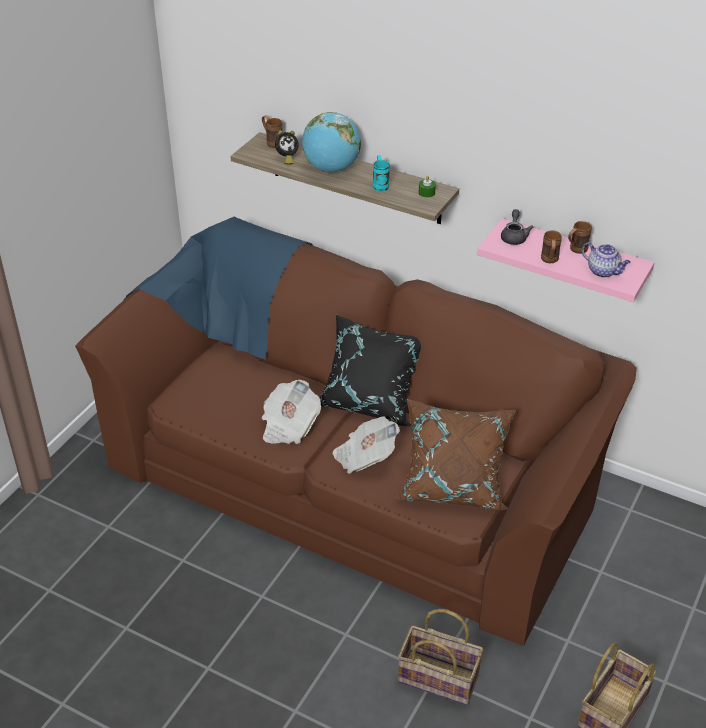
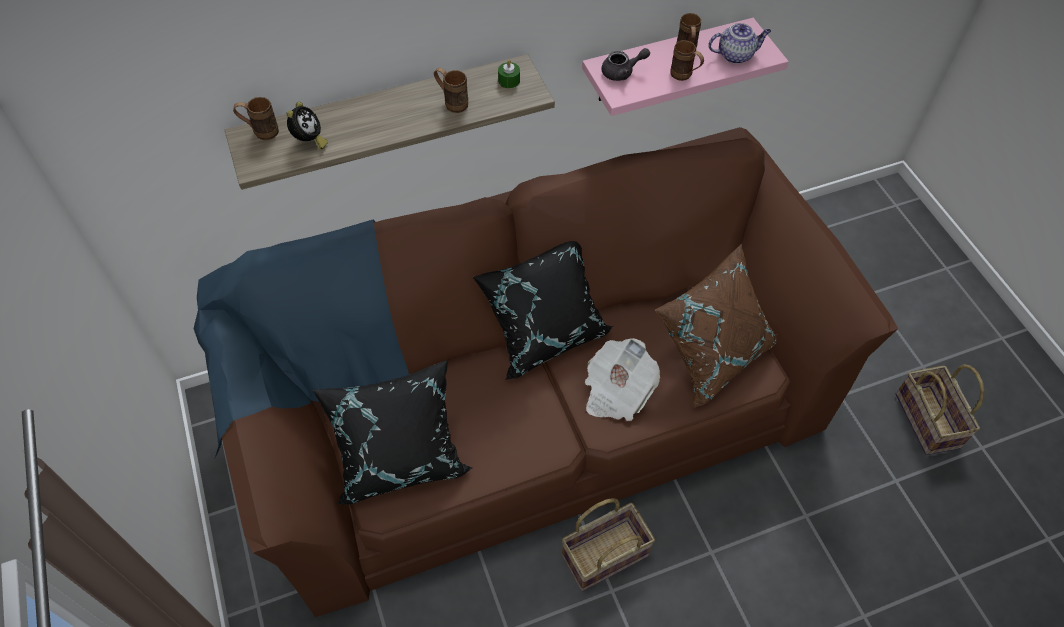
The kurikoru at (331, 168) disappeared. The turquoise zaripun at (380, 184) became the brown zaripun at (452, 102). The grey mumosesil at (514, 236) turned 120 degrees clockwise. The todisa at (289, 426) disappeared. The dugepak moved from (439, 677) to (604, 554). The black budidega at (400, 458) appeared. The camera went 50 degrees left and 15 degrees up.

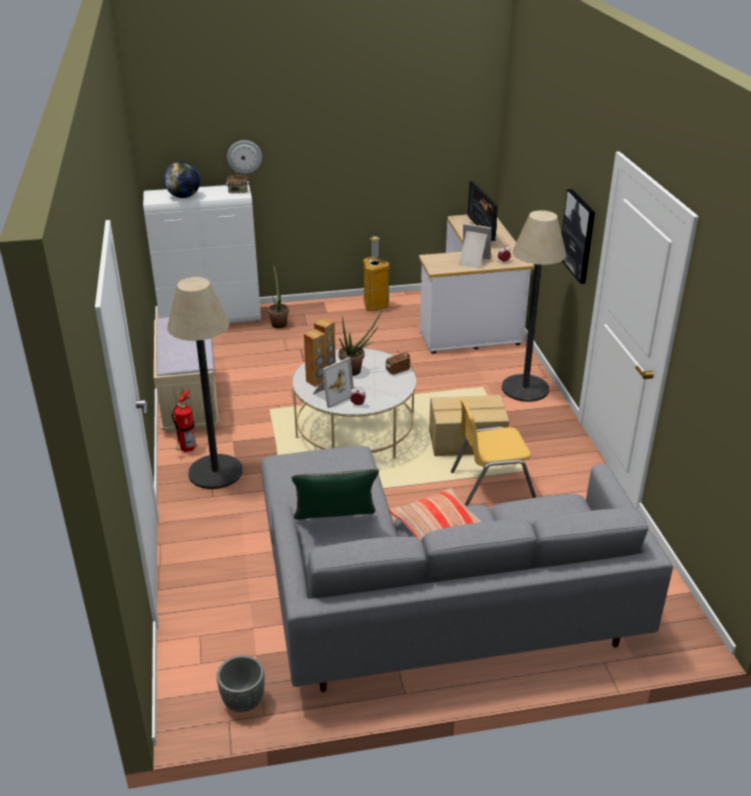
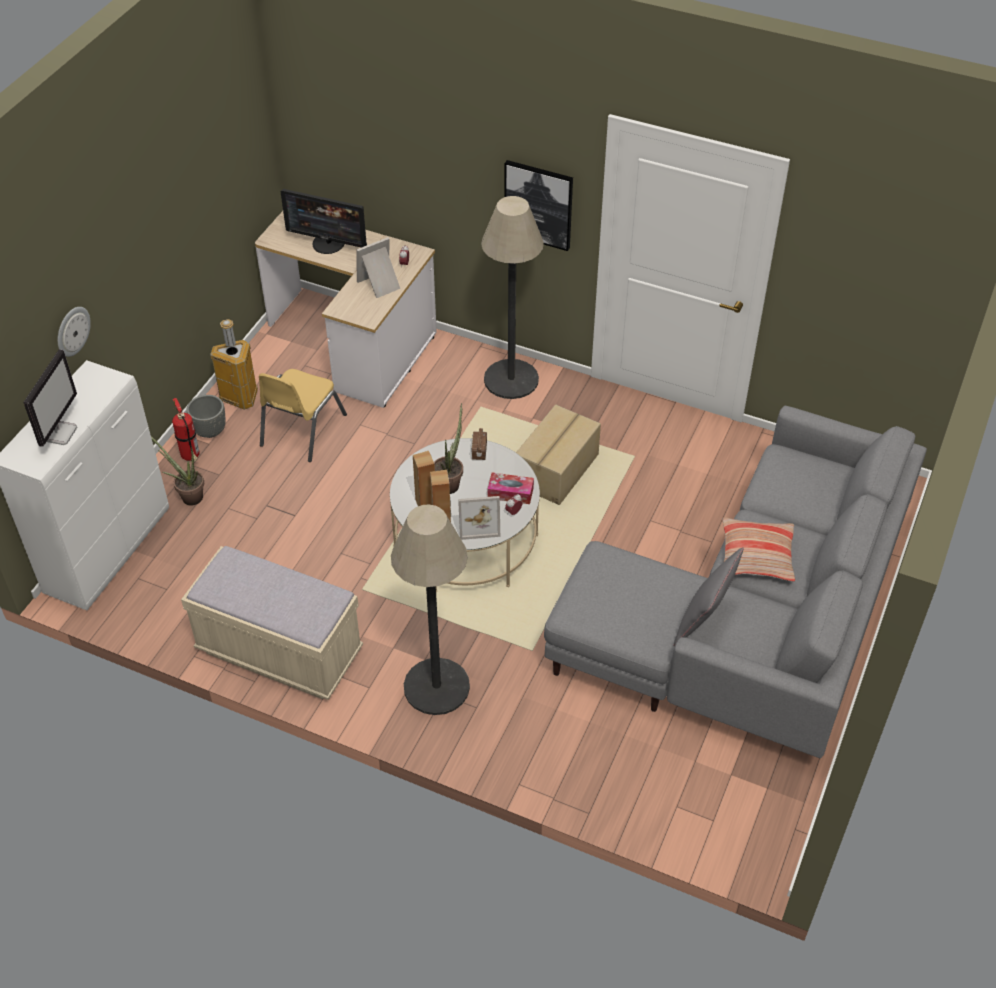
The kurikoru at (184, 196) was replaced by the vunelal at (59, 432). The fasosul at (238, 192) disappeared. The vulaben at (331, 395) turned 90 degrees clockwise. The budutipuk moved from (186, 450) to (191, 457). The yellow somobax moved from (491, 483) to (302, 430). The green budidega at (336, 525) became the grey budidega at (703, 622). The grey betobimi moved from (243, 702) to (210, 431). The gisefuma at (510, 493) appeared. The camera went 55 degrees left and 15 degrees up.

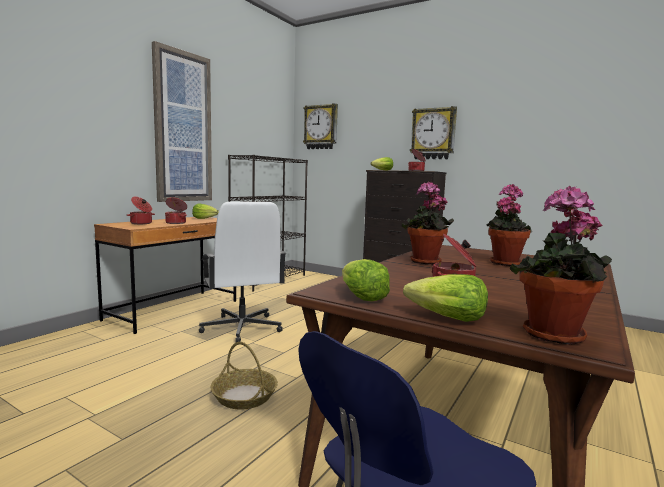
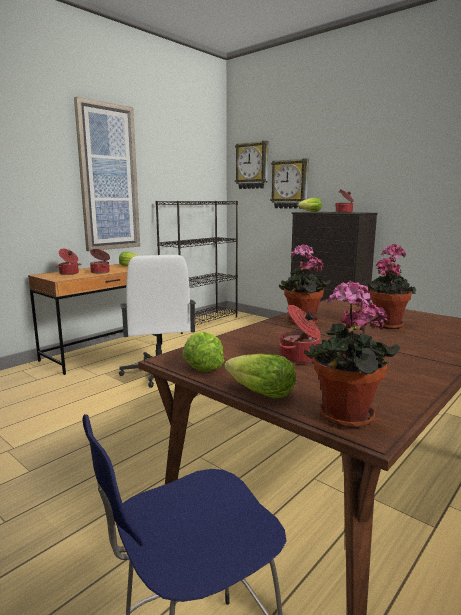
The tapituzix moved from (433, 134) to (290, 184). The dugepak at (244, 396) disappeared. The camera went 10 degrees right and 5 degrees up.

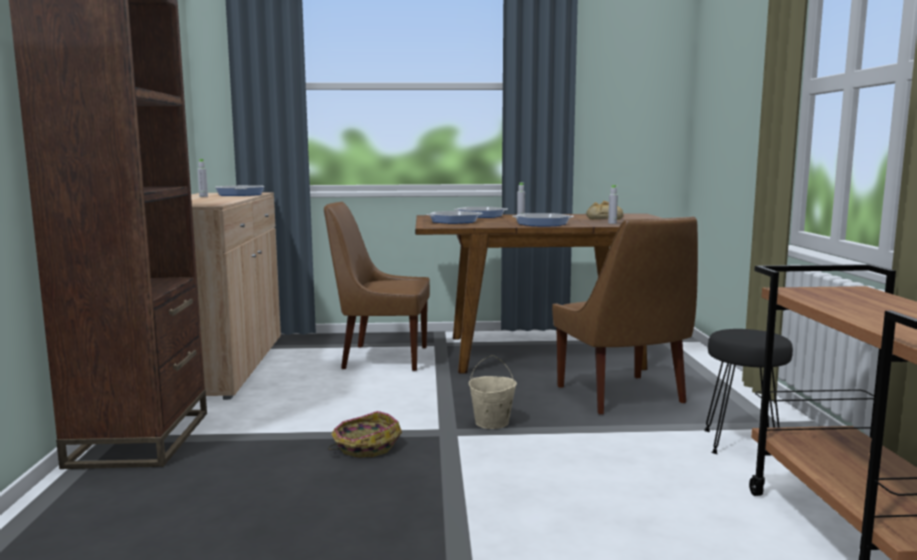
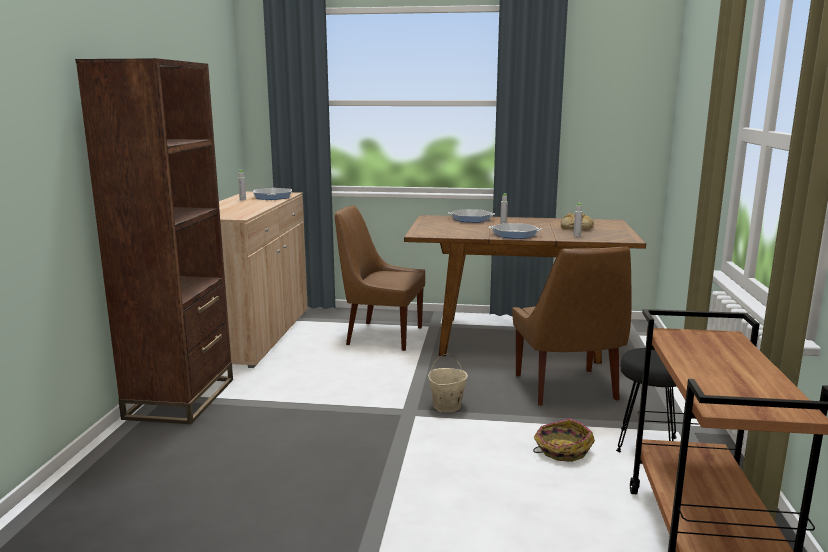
The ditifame at (454, 221) disappeared. The dugepak moved from (365, 447) to (561, 450). The camera went 10 degrees right and 5 degrees up.

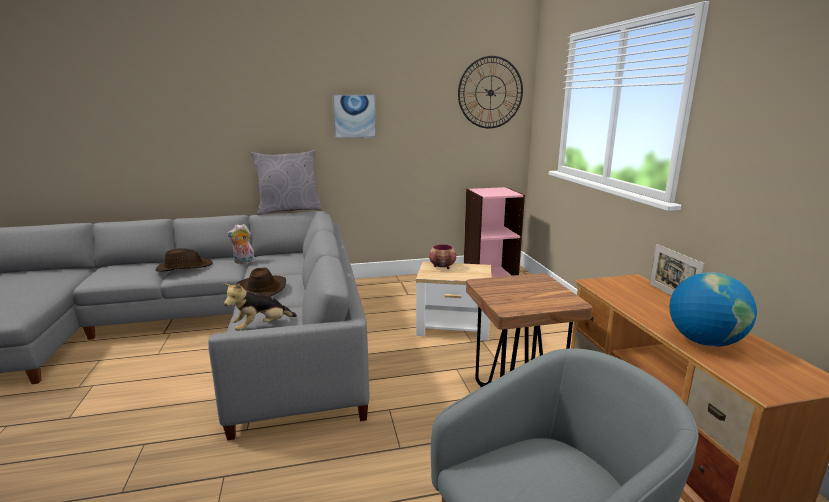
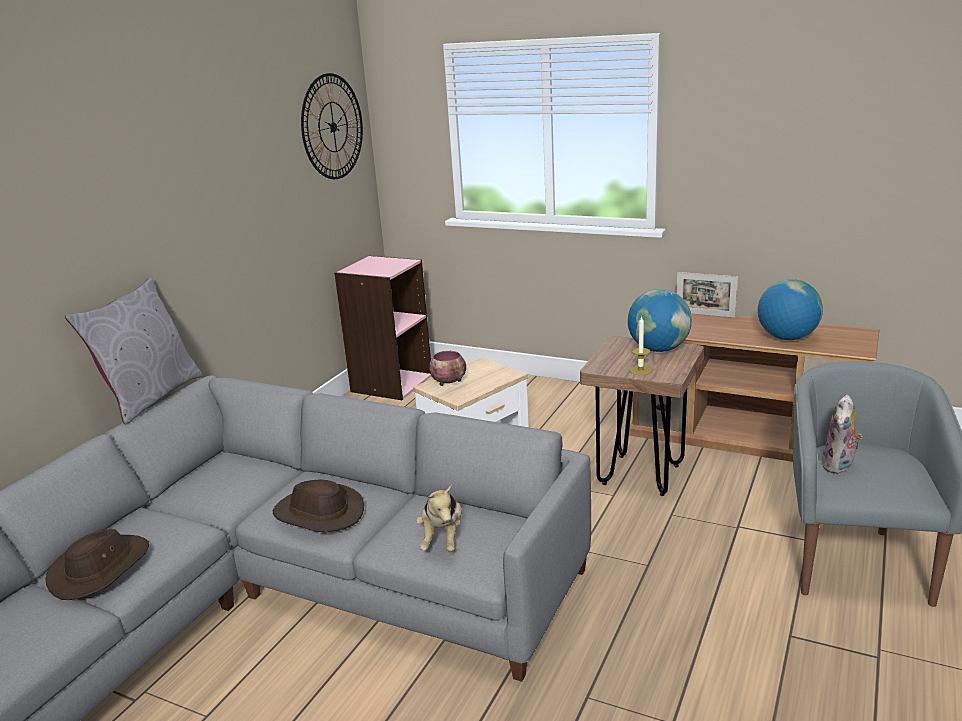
The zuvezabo at (354, 116) disappeared. The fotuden moved from (243, 262) to (839, 466). The kurikoru at (658, 349) appeared. The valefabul at (640, 370) appeared. The camera went 50 degrees left and 5 degrees up.

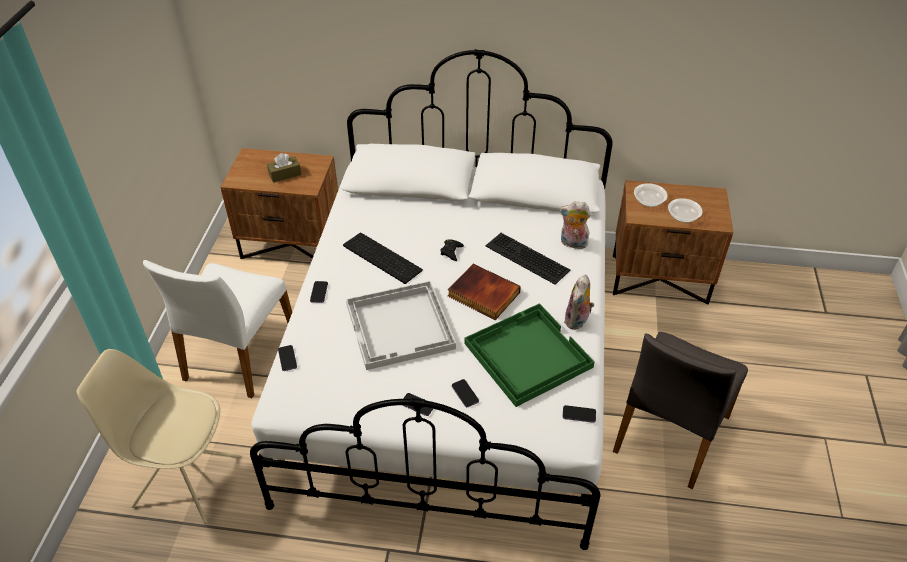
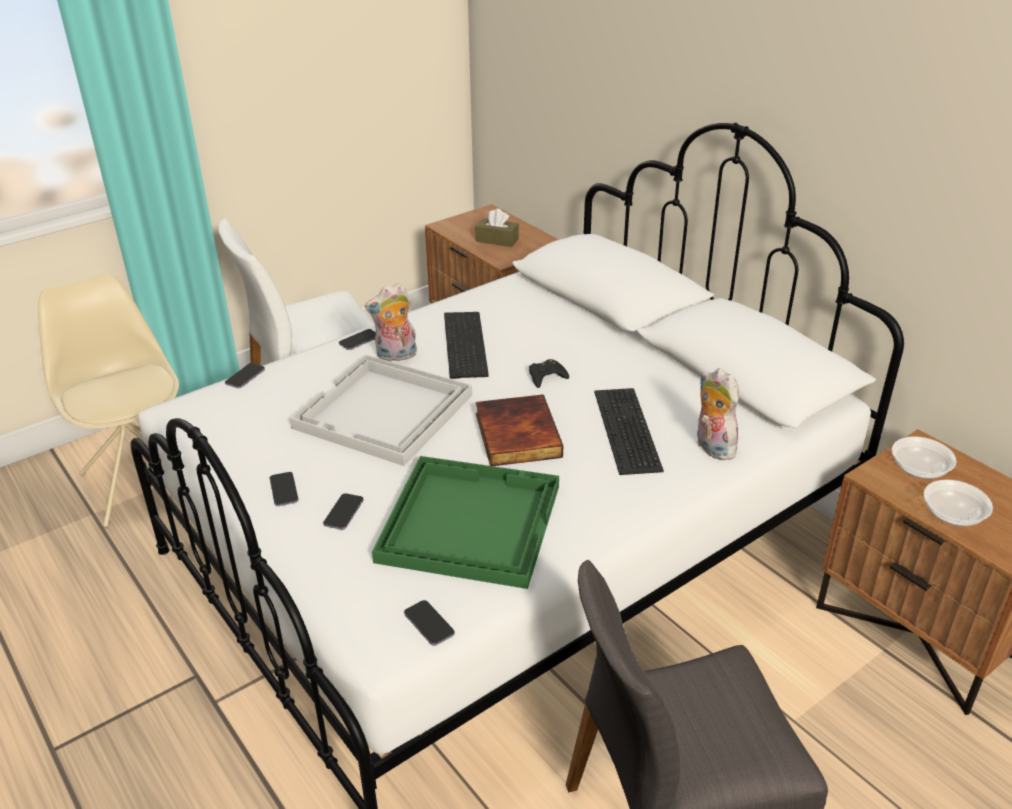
The fotuden moved from (577, 321) to (396, 356). The camera went 45 degrees right and 10 degrees down.

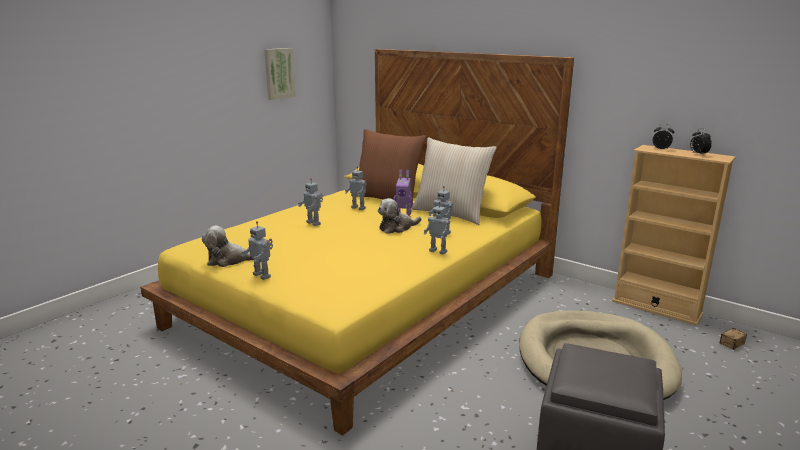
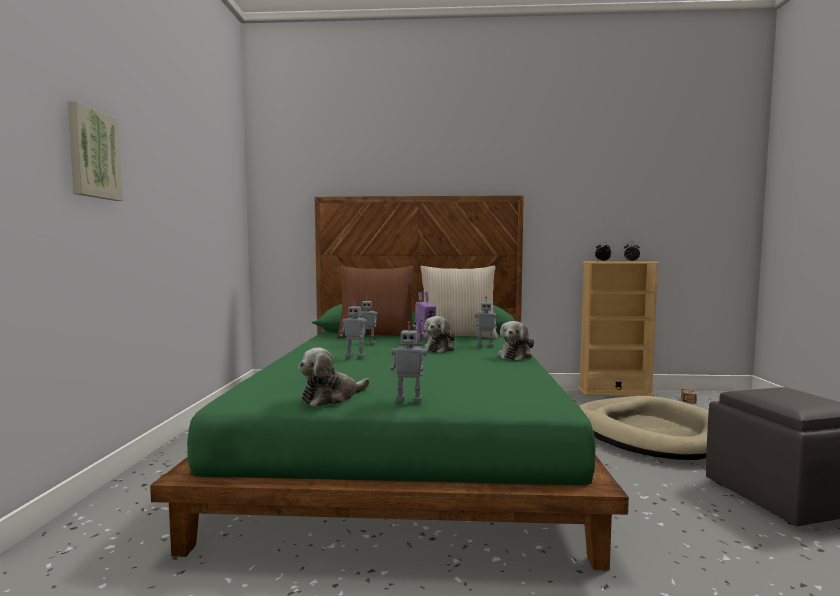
The zuvezabo moved from (279, 73) to (92, 154). The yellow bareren at (370, 299) became the green bareren at (409, 441). The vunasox at (438, 251) was replaced by the fotuden at (515, 356). The camera went 35 degrees left and 15 degrees down.

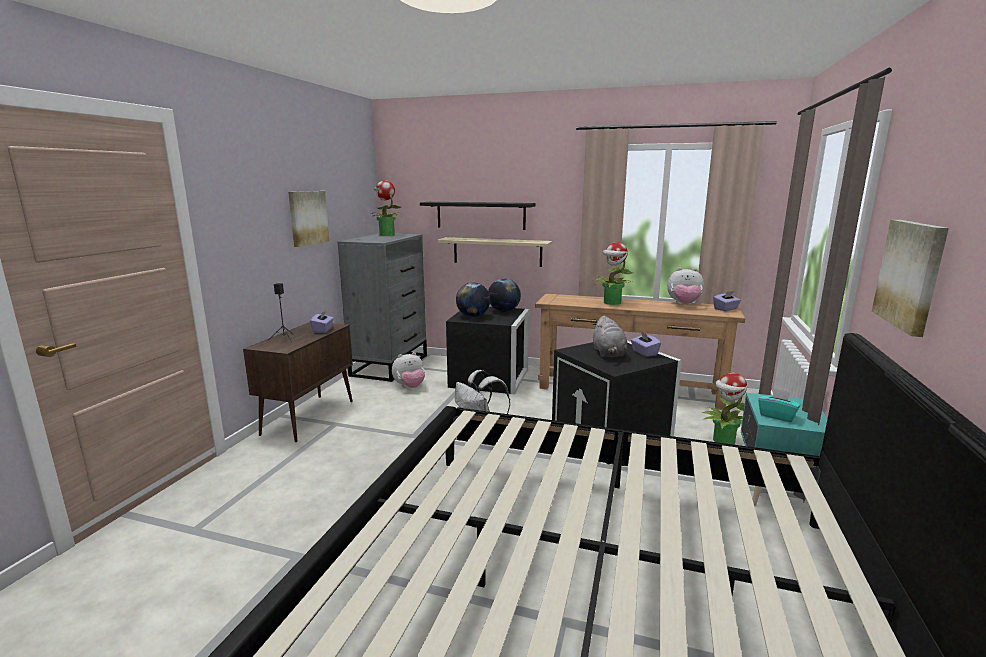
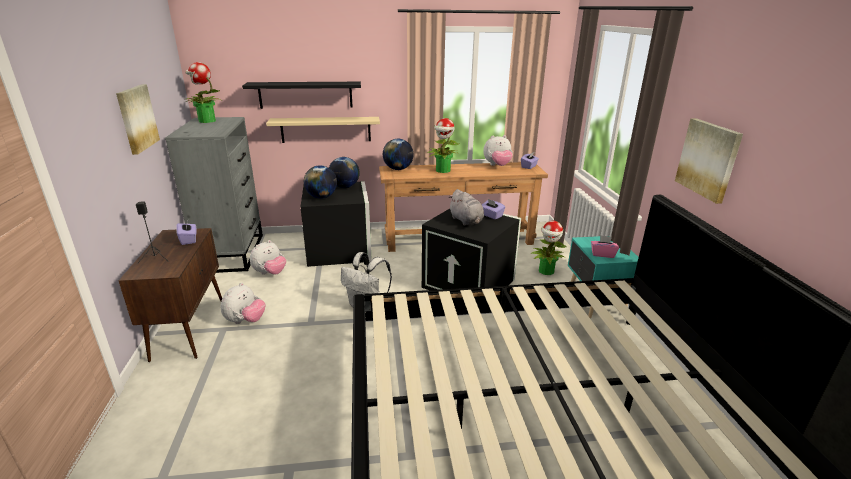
The turquoise gisefuma at (777, 416) became the pink gisefuma at (602, 254). The kurikoru at (398, 169) appeared. The fotuden at (245, 321) appeared. The camera went 25 degrees left and 10 degrees up.

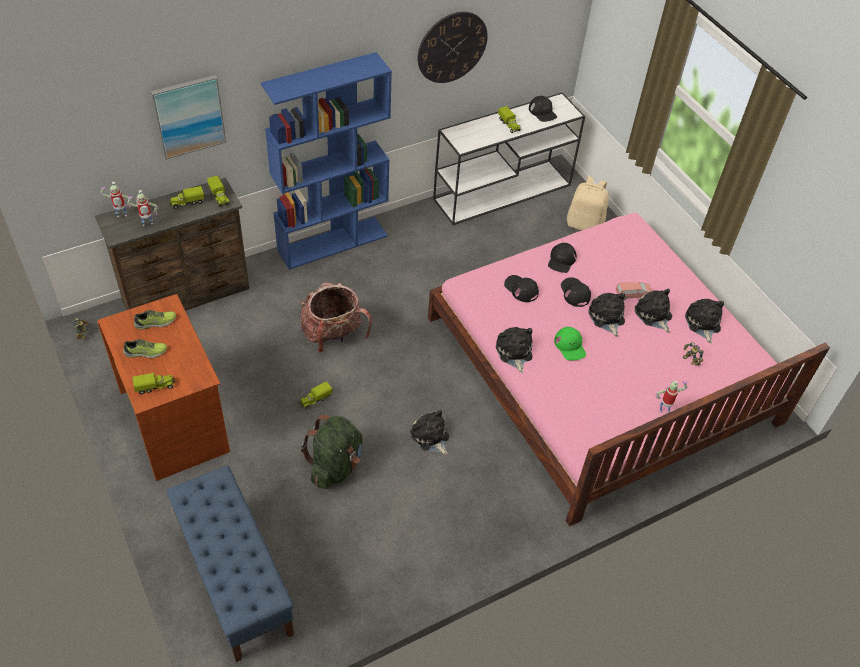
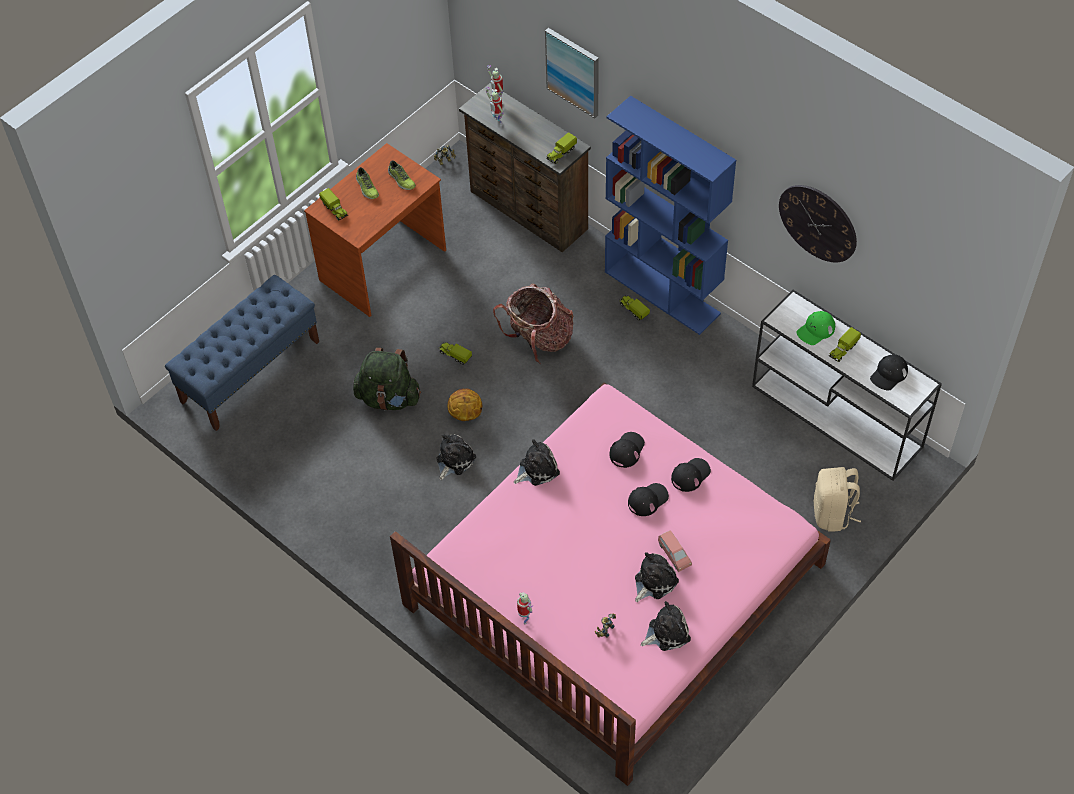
The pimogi moved from (187, 202) to (633, 310). The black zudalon at (561, 260) turned 135 degrees clockwise. The fotuden at (606, 318) disappeared. The green zudalon moved from (570, 346) to (816, 330). The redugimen at (465, 414) appeared. The camera went 75 degrees right and 5 degrees up.

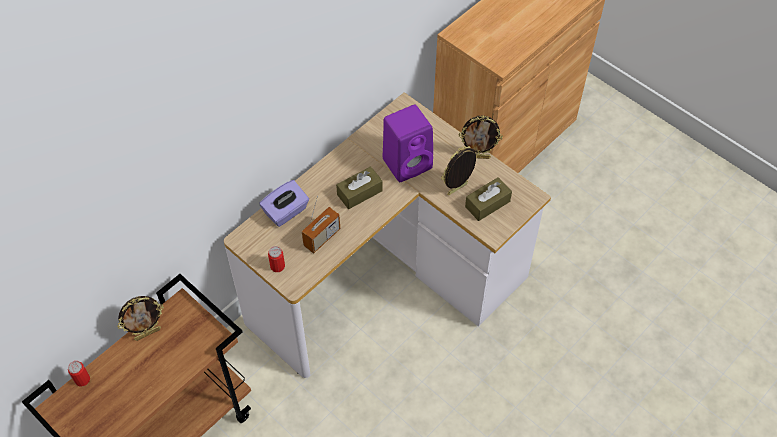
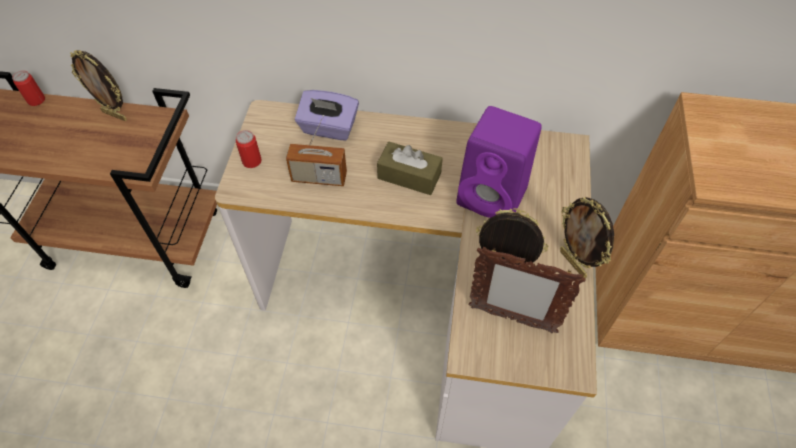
The brown gisefuma at (487, 204) was replaced by the vulaben at (511, 319). The camera went 55 degrees right and 0 degrees up.

